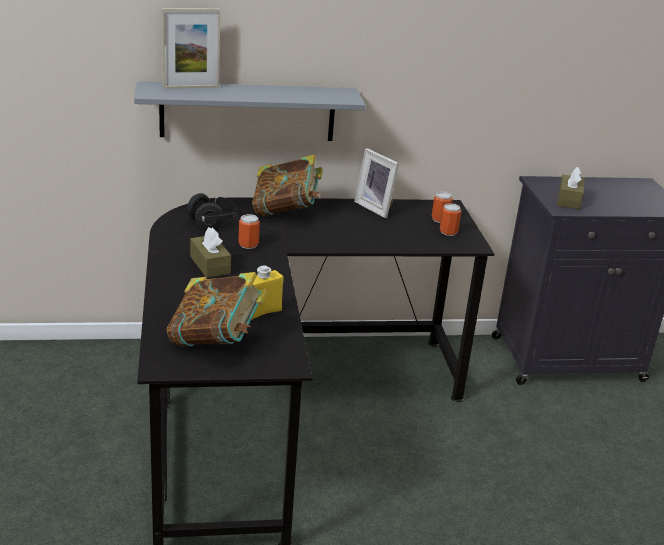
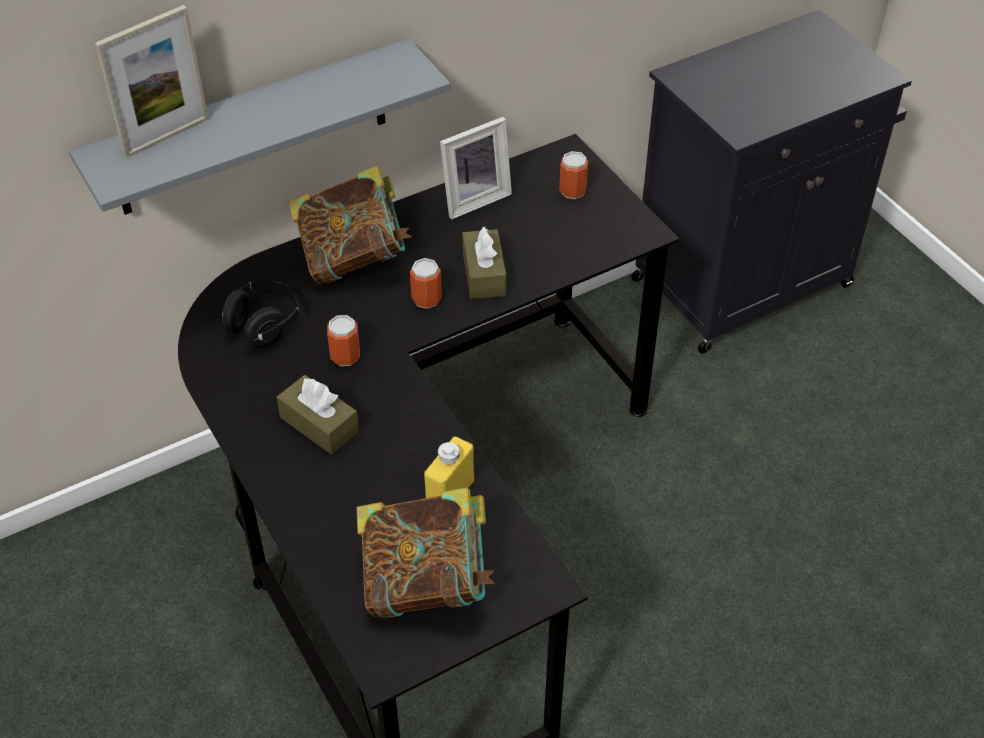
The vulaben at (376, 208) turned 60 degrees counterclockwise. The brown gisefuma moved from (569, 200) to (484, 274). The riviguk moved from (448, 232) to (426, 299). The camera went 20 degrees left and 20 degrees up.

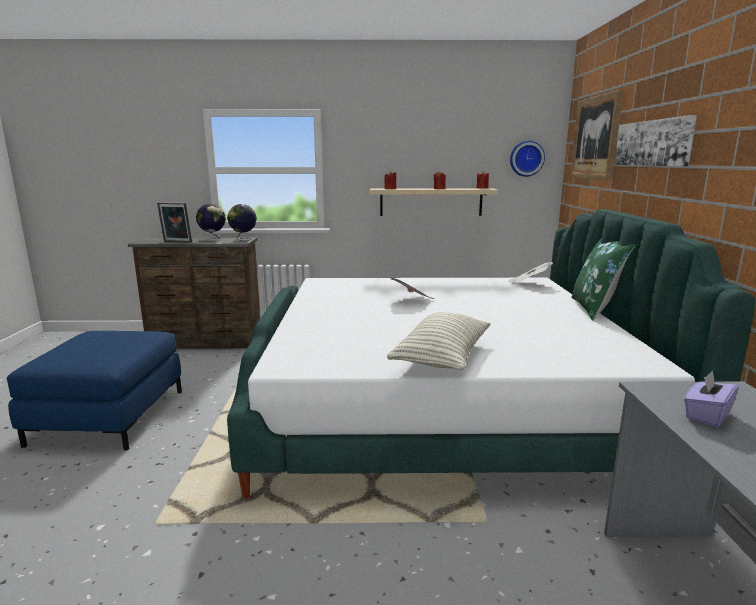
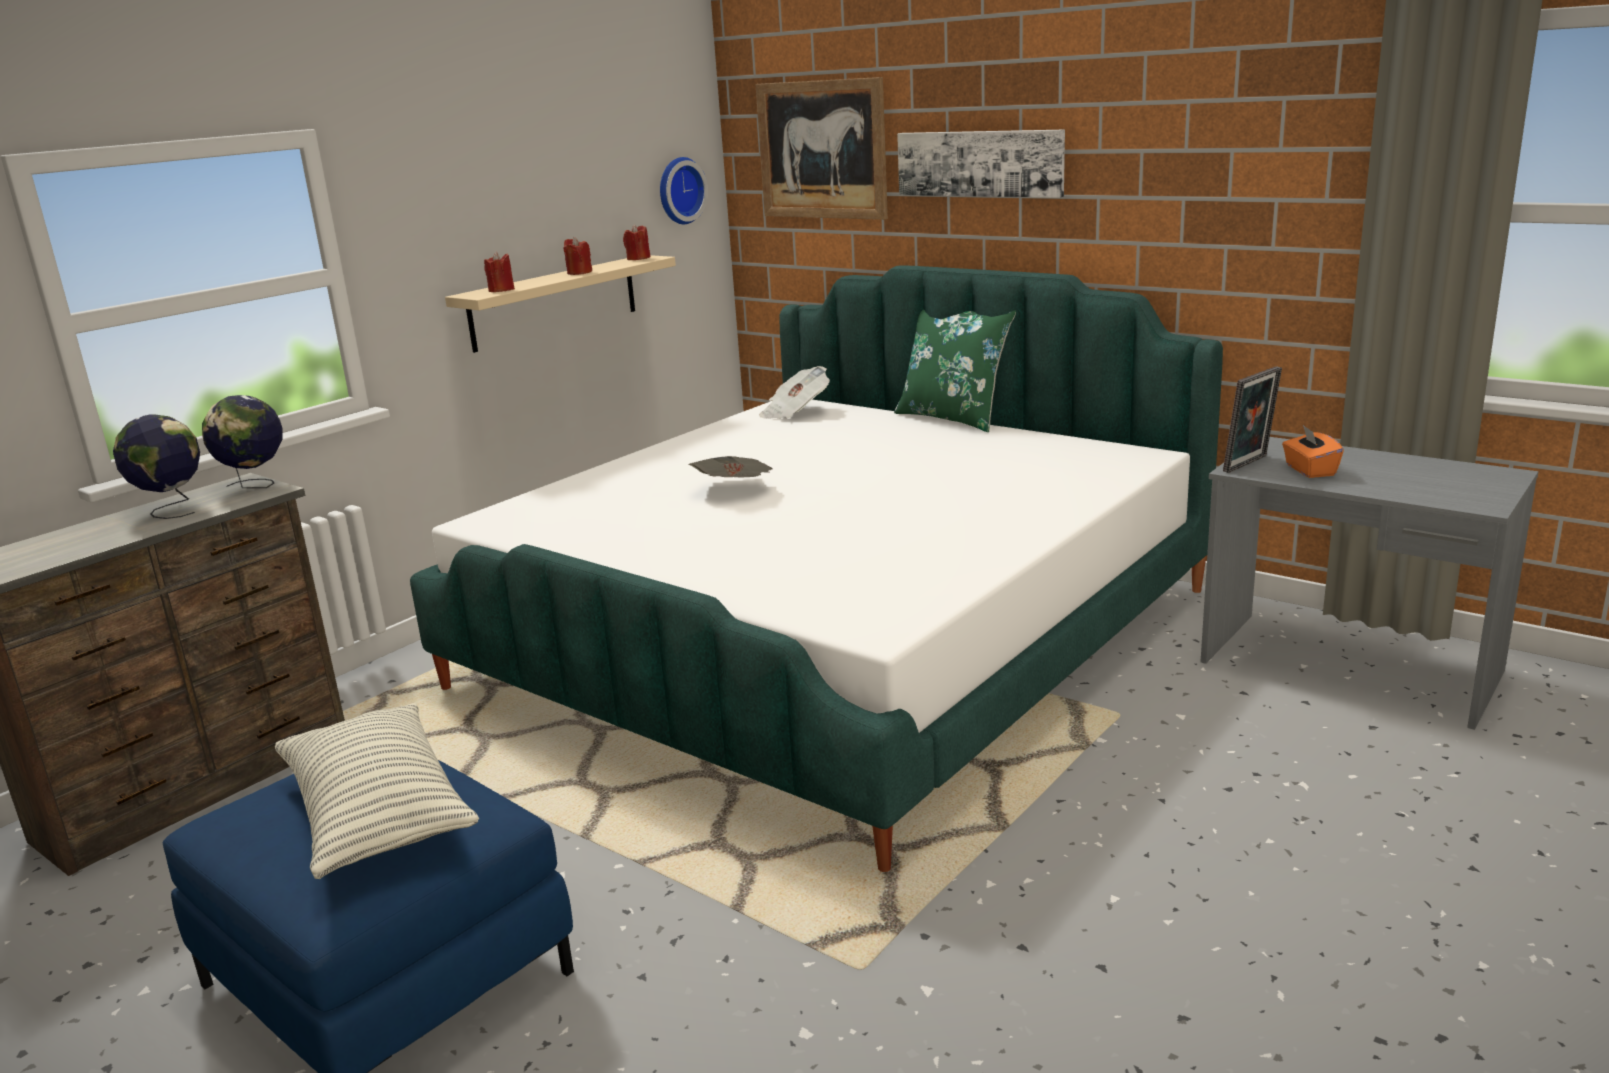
The vulaben moved from (176, 242) to (1249, 464). The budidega moved from (442, 357) to (378, 815). The purple gisefuma at (706, 415) became the orange gisefuma at (1309, 470). The camera went 50 degrees left and 5 degrees up.

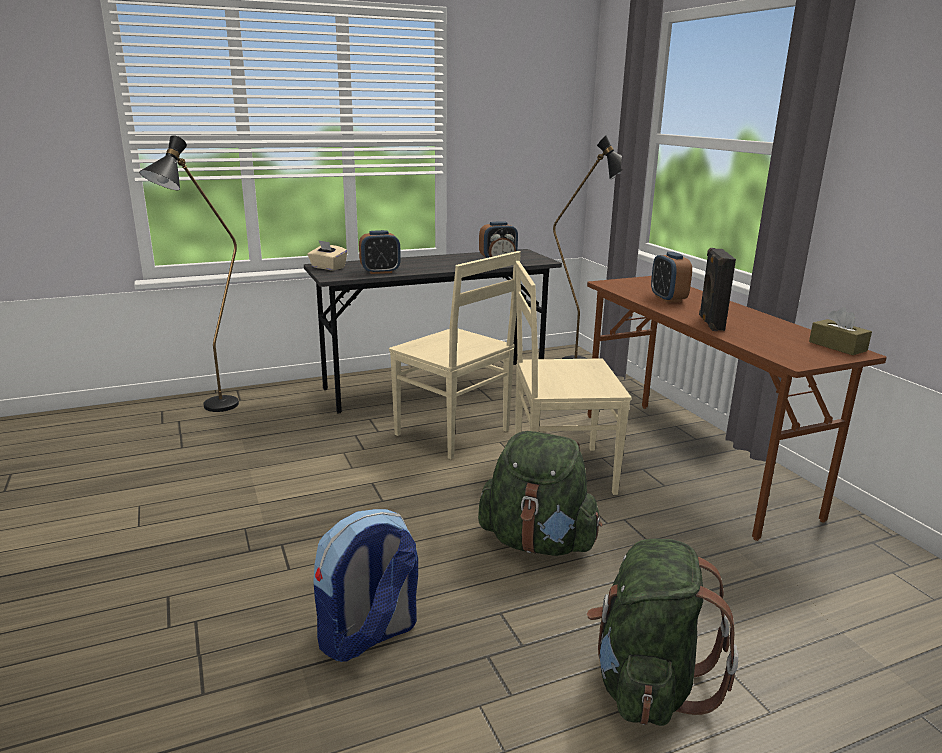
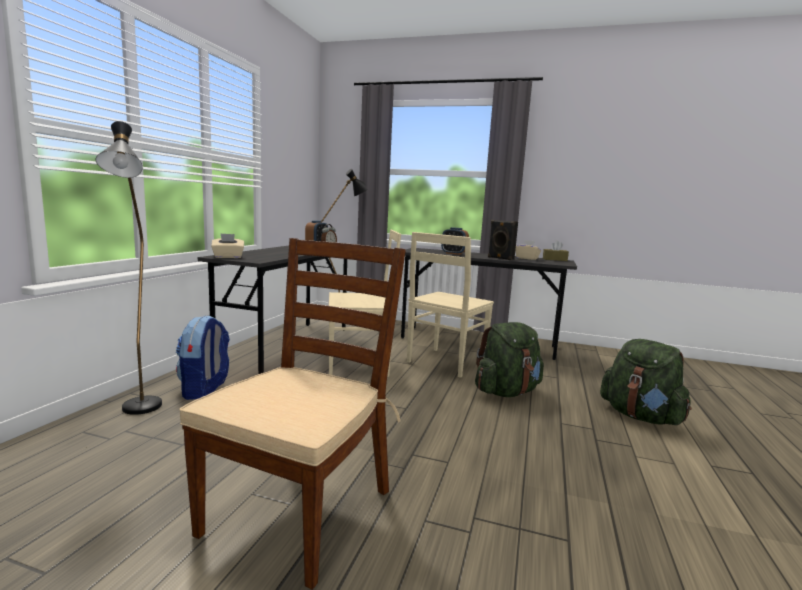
The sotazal at (380, 271) disappeared. The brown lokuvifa at (692, 462) became the grey lokuvifa at (478, 342). The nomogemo moved from (368, 636) to (205, 390). The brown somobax at (300, 510) appeared. The beige gisefuma at (527, 258) appeared. The camera went 50 degrees left and 10 degrees down.

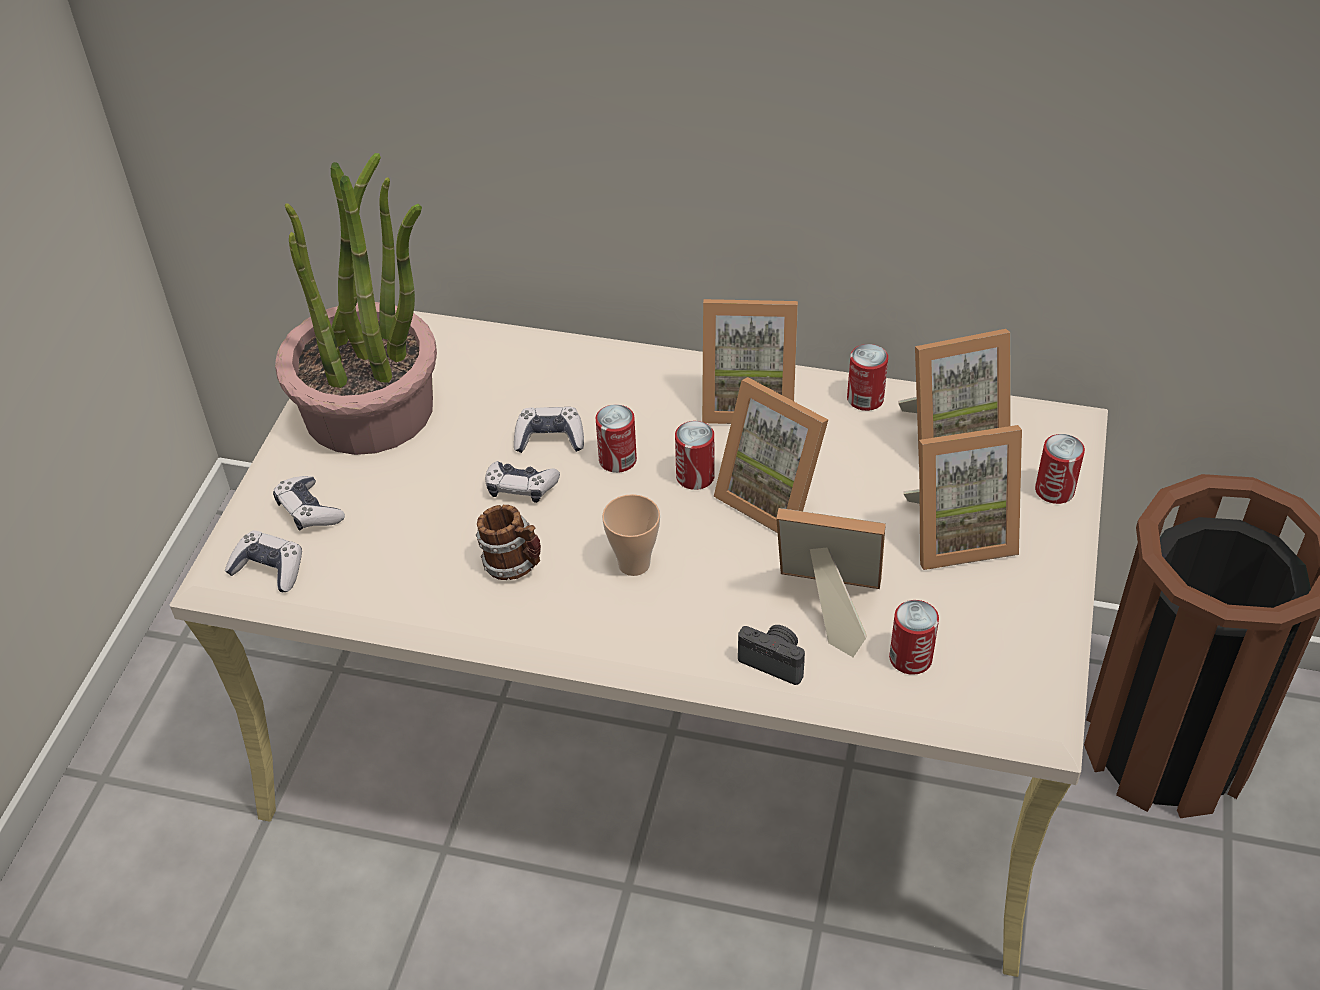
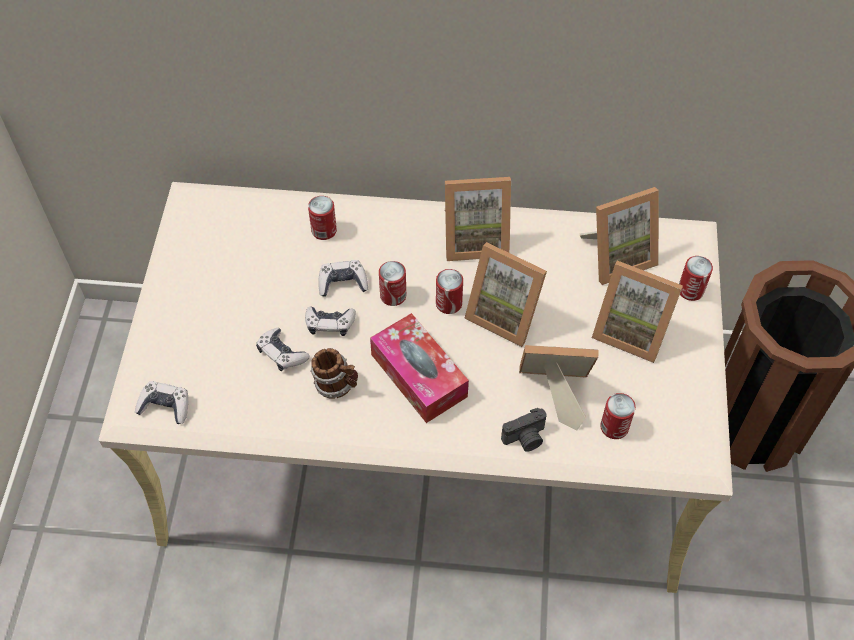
The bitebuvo at (370, 409) disappeared. The riviguk moved from (865, 399) to (324, 230). The vulaben at (957, 534) turned 45 degrees clockwise. The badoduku moved from (309, 511) to (282, 354). The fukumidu at (634, 564) was replaced by the gisefuma at (419, 375). The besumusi at (774, 660) turned 135 degrees clockwise. The camera went 10 degrees left and 10 degrees up.

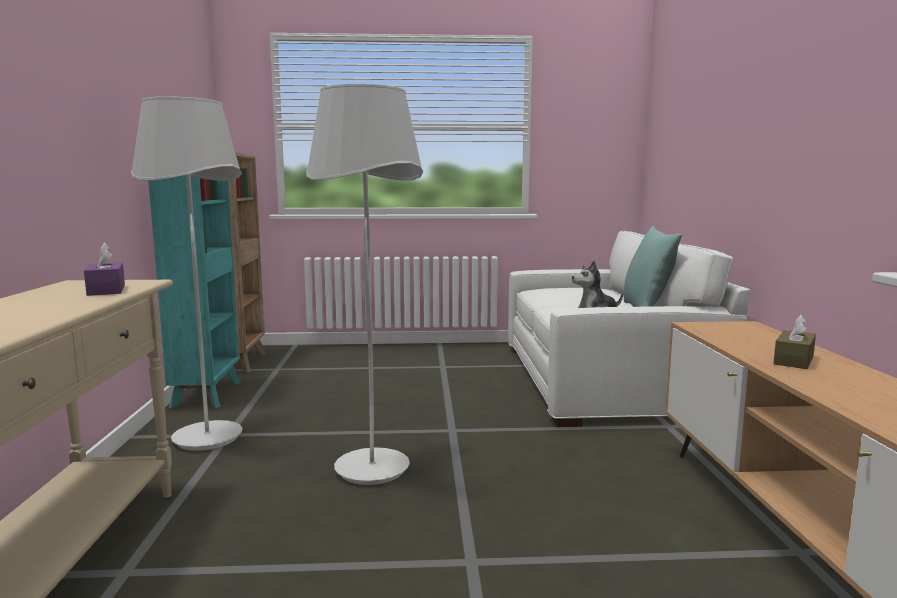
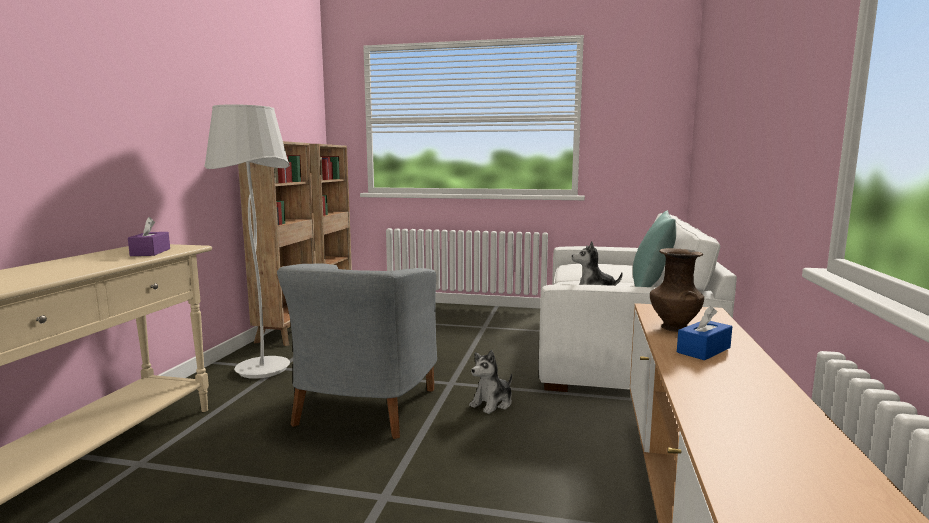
The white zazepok at (372, 470) was replaced by the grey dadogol at (363, 409). The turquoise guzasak at (208, 394) became the brown guzasak at (288, 334). The brown gisefuma at (793, 360) became the blue gisefuma at (703, 350). The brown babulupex at (673, 327) appeared. The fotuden at (492, 403) appeared. The camera went 15 degrees right and 0 degrees up.

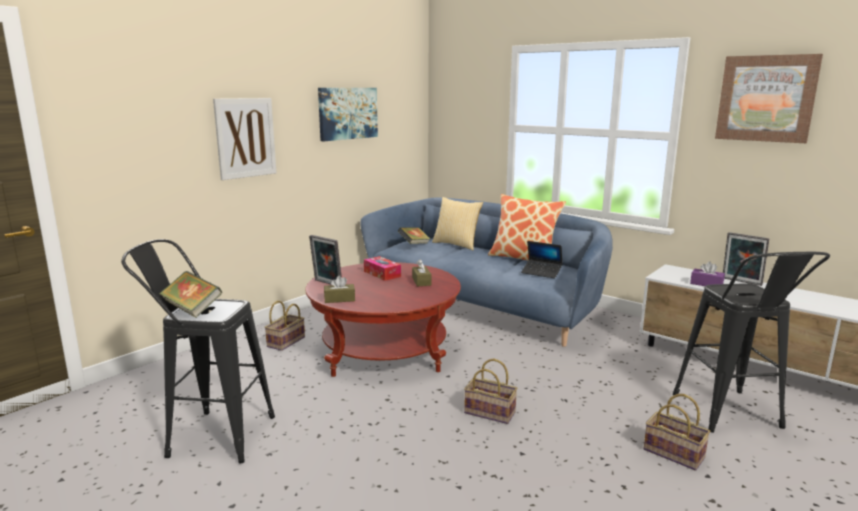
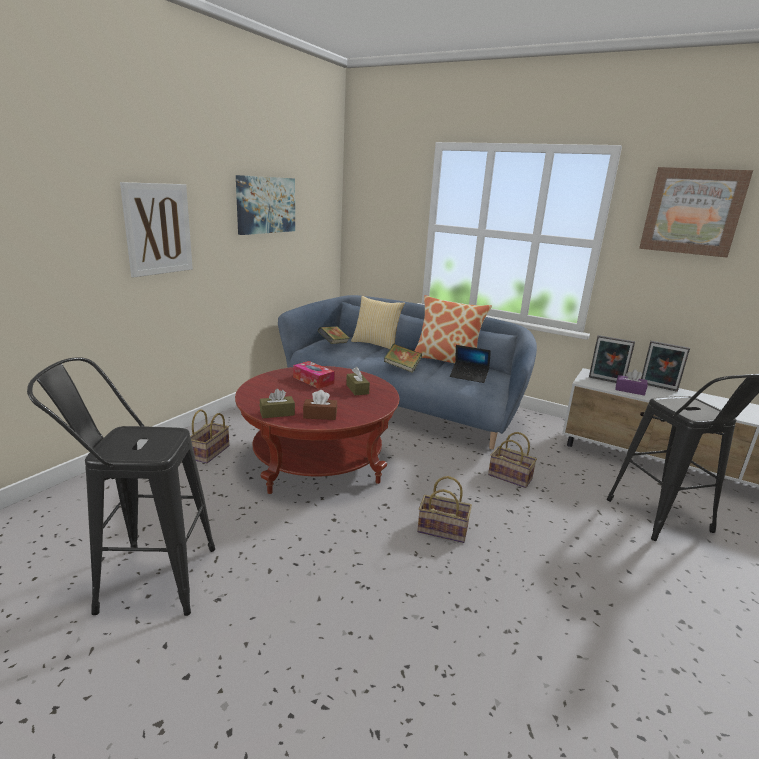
The vulaben moved from (326, 283) to (606, 381). The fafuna moved from (192, 309) to (402, 368). The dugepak moved from (675, 453) to (511, 477). The brown gisefuma at (320, 415) appeared. The camera went 10 degrees left and 5 degrees up.

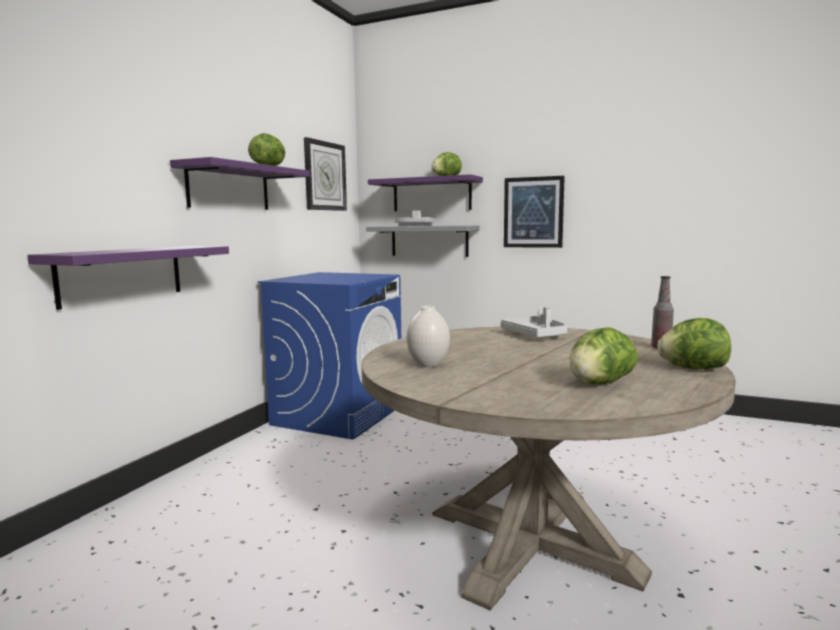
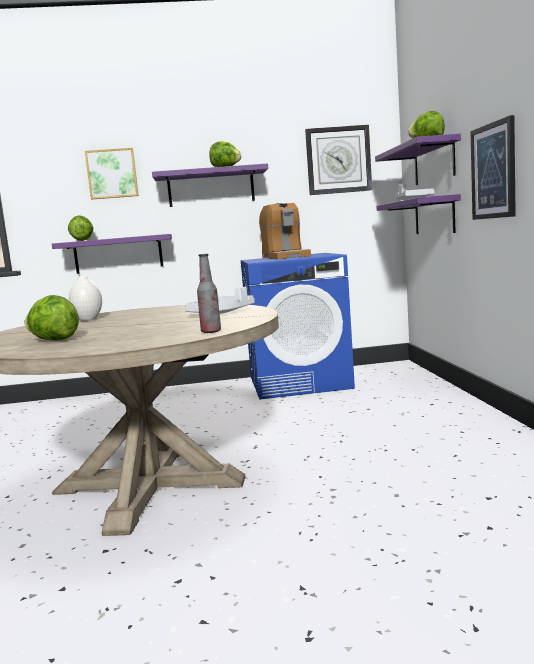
The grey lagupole at (429, 241) became the purple lagupole at (434, 216). The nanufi moved from (693, 368) to (82, 241). The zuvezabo at (112, 174) appeared. The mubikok at (285, 257) appeared. The camera went 60 degrees right and 0 degrees up.

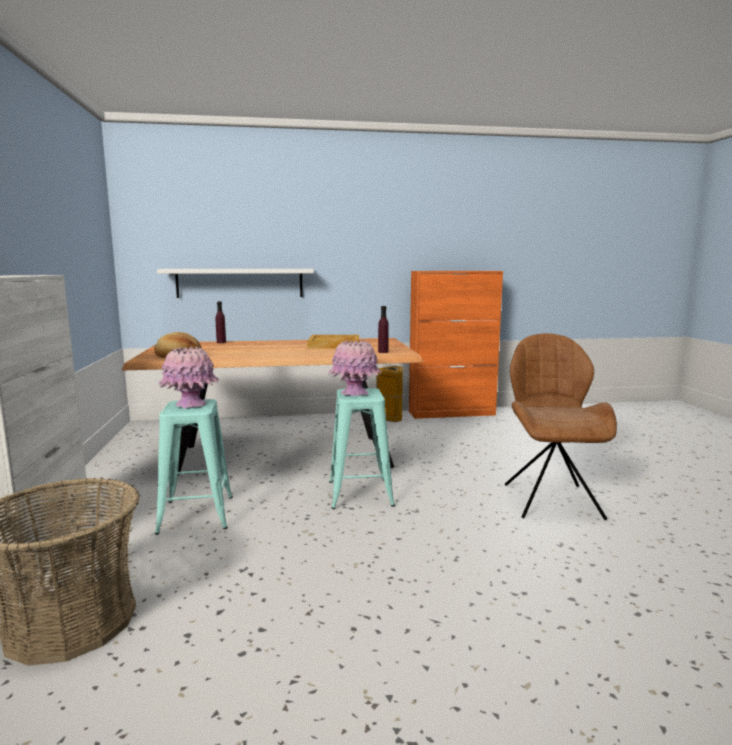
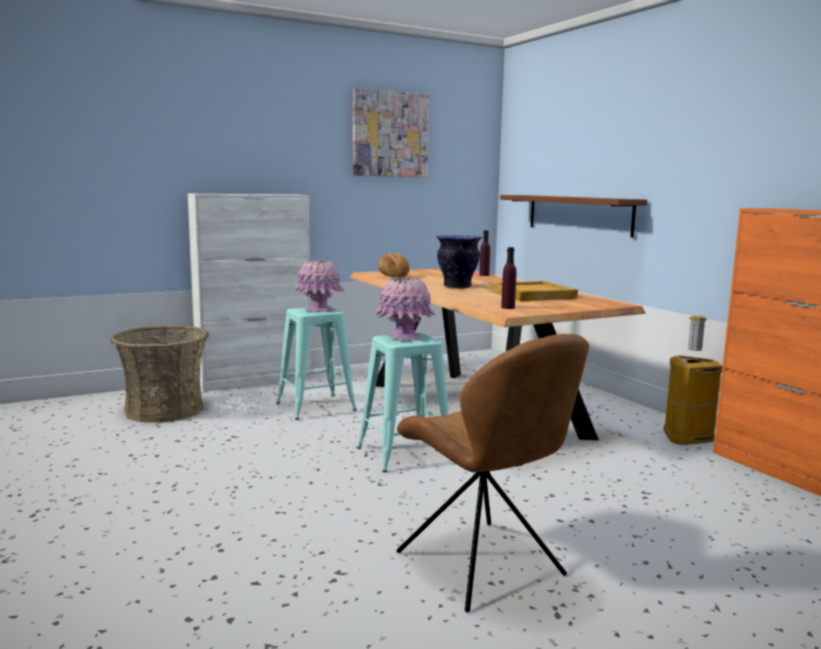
The white lagupole at (240, 283) became the brown lagupole at (578, 214). The brown somobax at (551, 499) turned 75 degrees clockwise. The zuvezabo at (390, 134) appeared. The babulupex at (456, 287) appeared. The camera went 70 degrees right and 0 degrees up.

